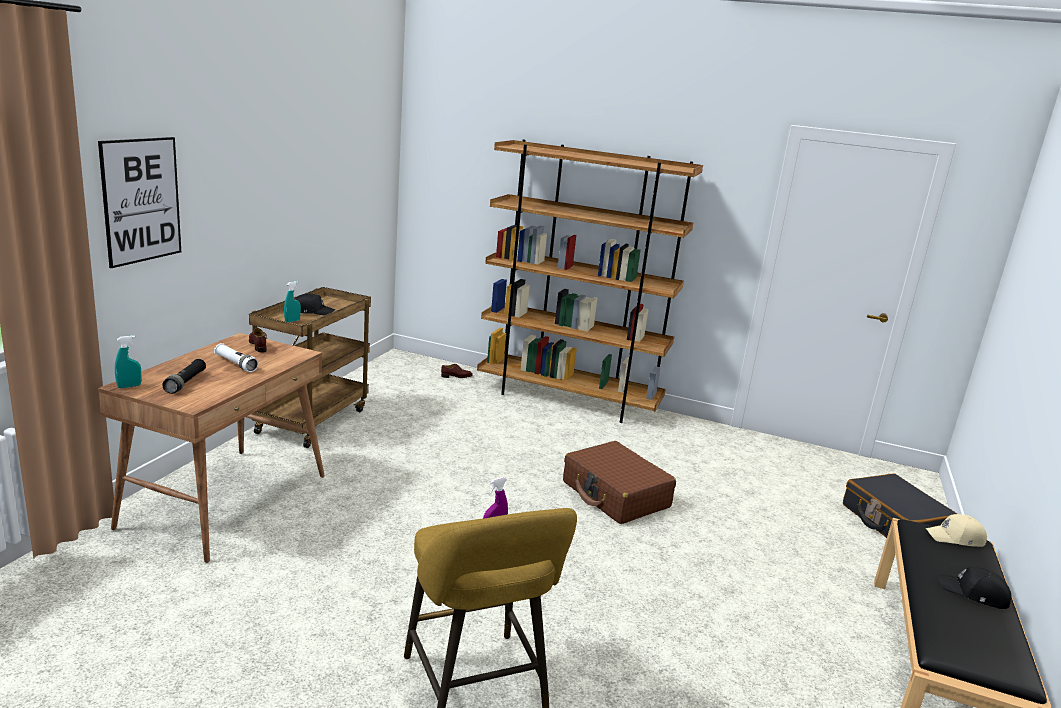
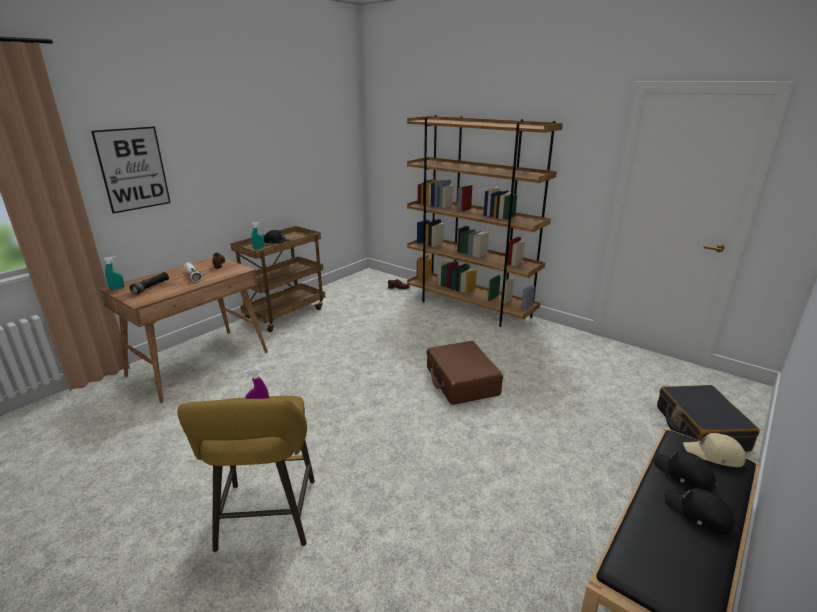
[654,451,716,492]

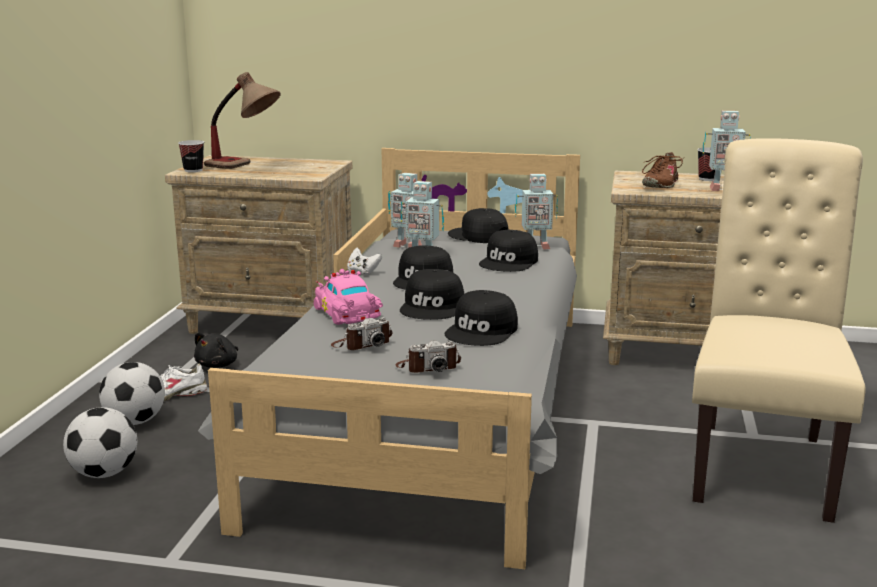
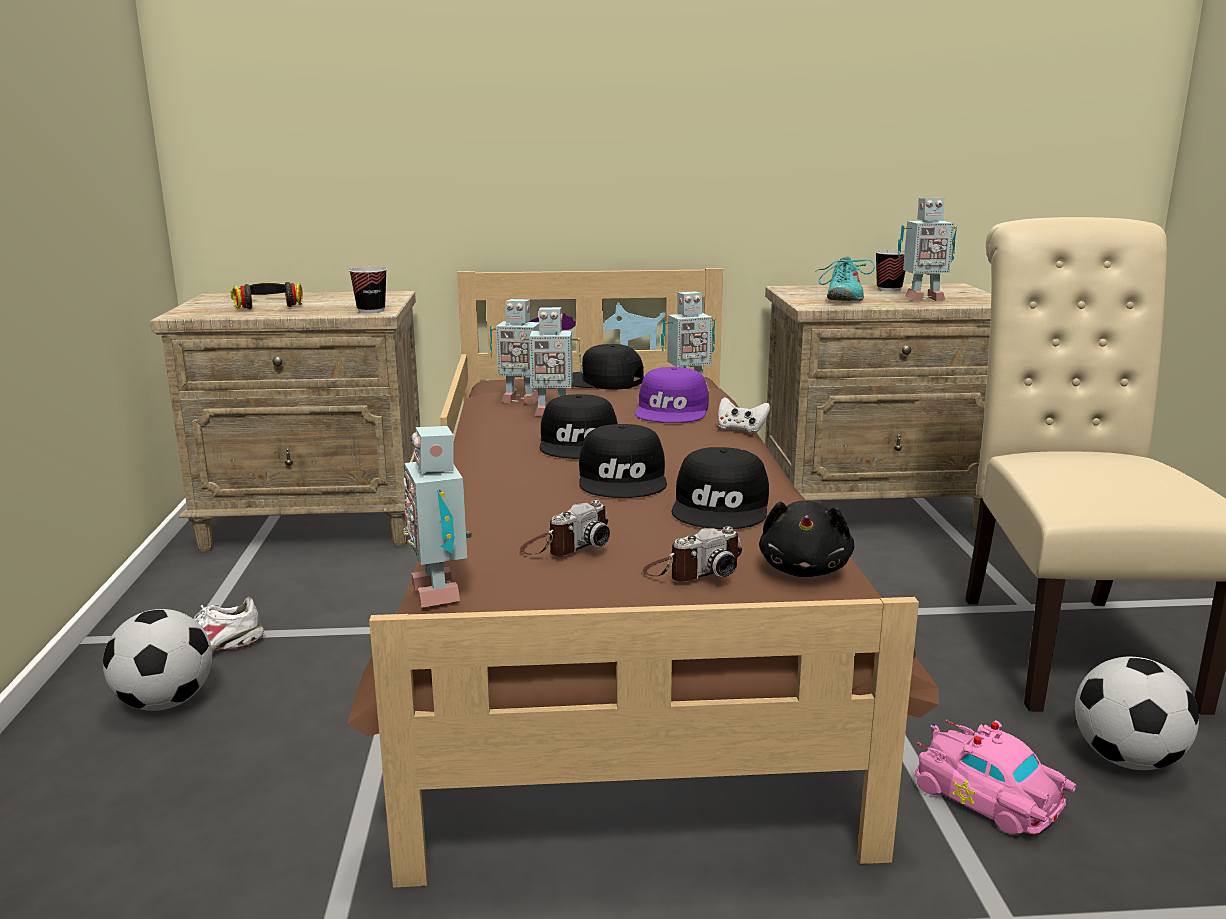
[1075,657,1199,770]
[349,267,387,313]
[759,500,854,577]
[347,268,939,888]
[230,282,303,309]
[915,720,1076,835]
[718,397,770,433]
[634,367,709,423]
[815,257,875,301]
[403,426,472,608]

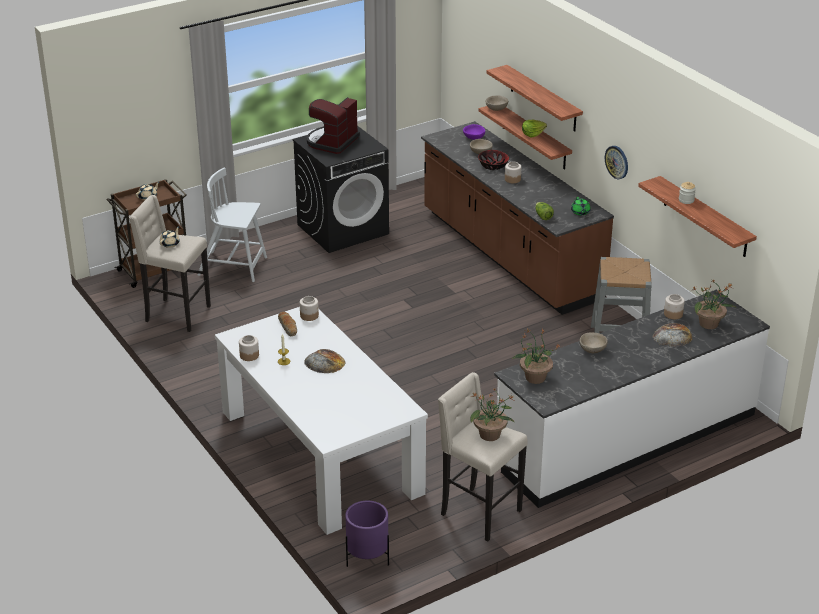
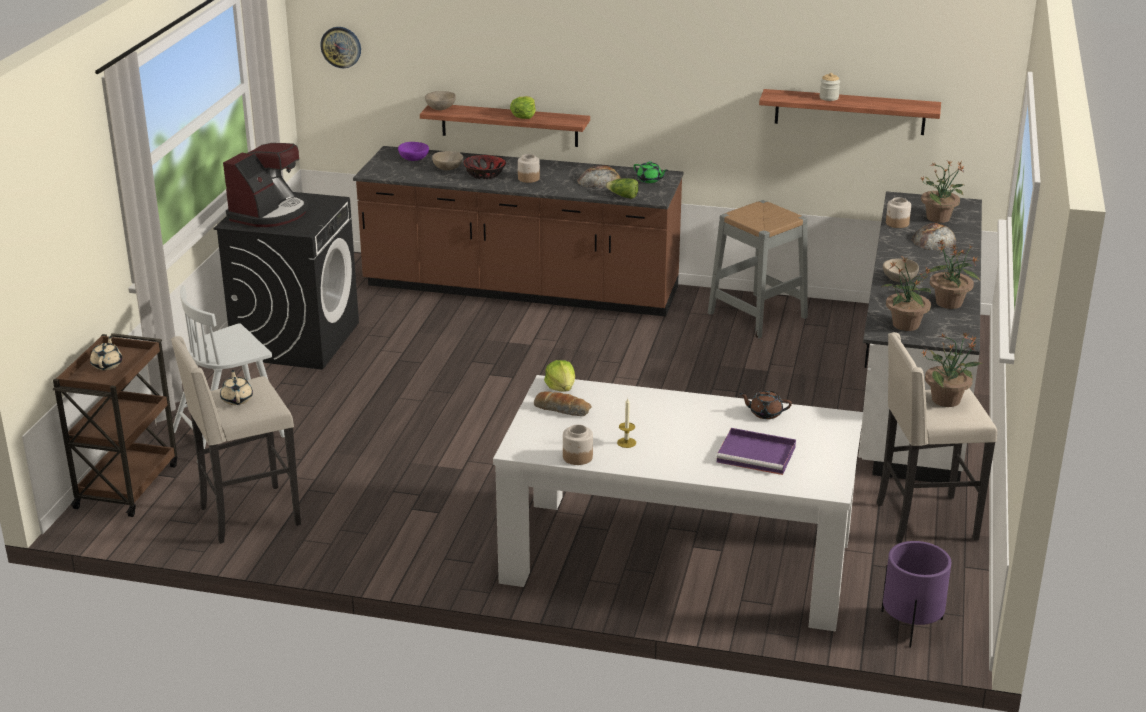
[544,360,575,392]
[577,165,621,188]
[223,143,308,227]
[487,65,583,131] (first image)
[320,27,361,68]
[716,428,796,475]
[739,390,792,419]
[927,239,980,309]

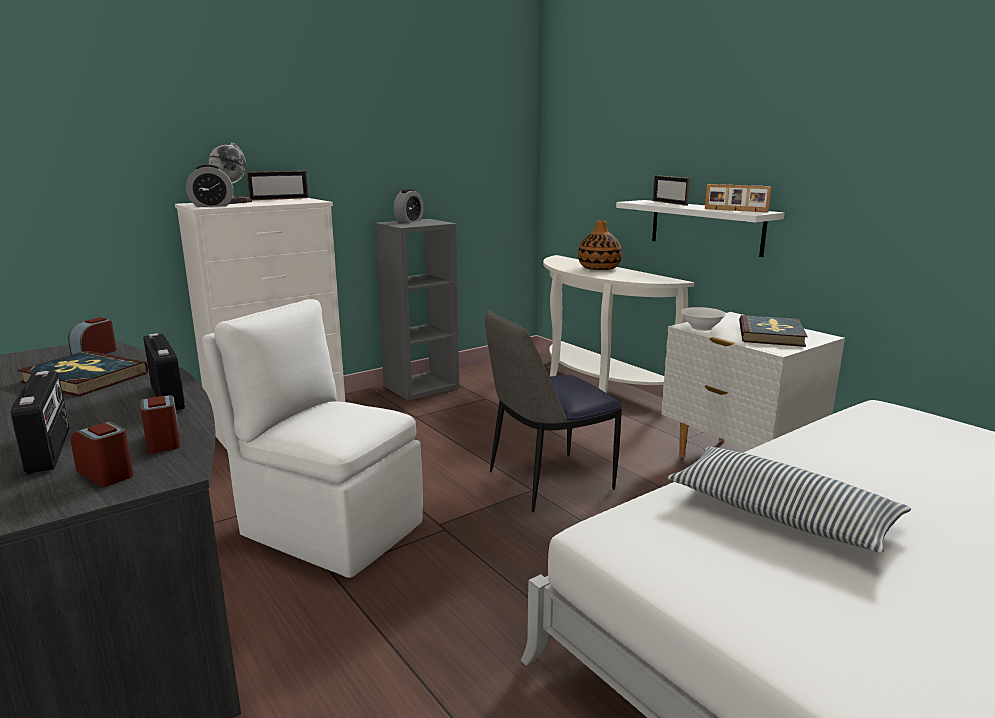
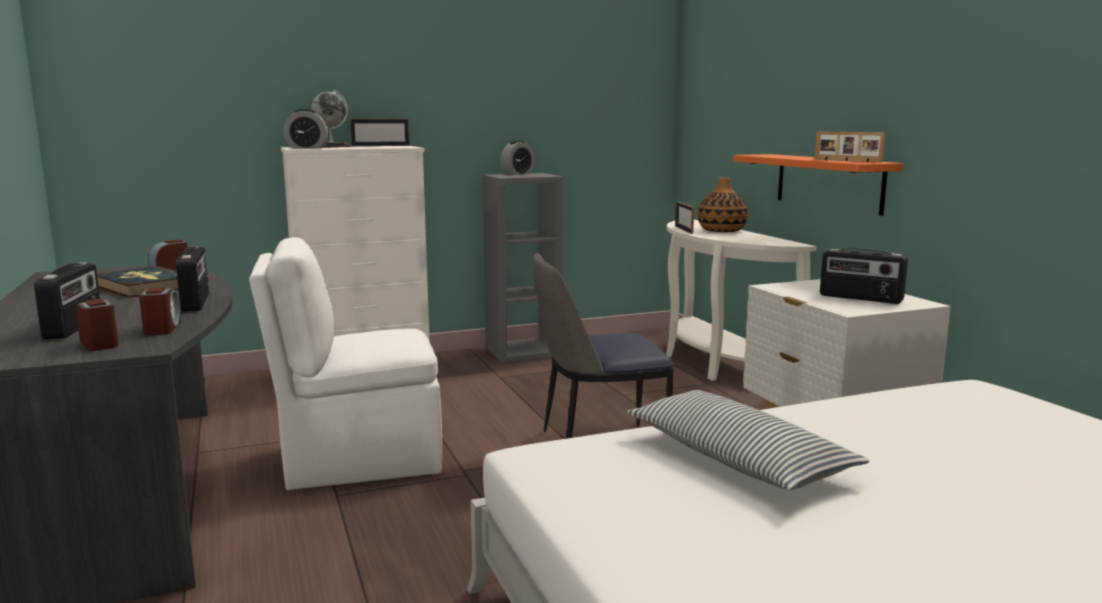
[249,237,442,490]
[733,154,903,216]
[675,201,694,234]
[681,307,726,331] (first image)
[820,248,908,304]

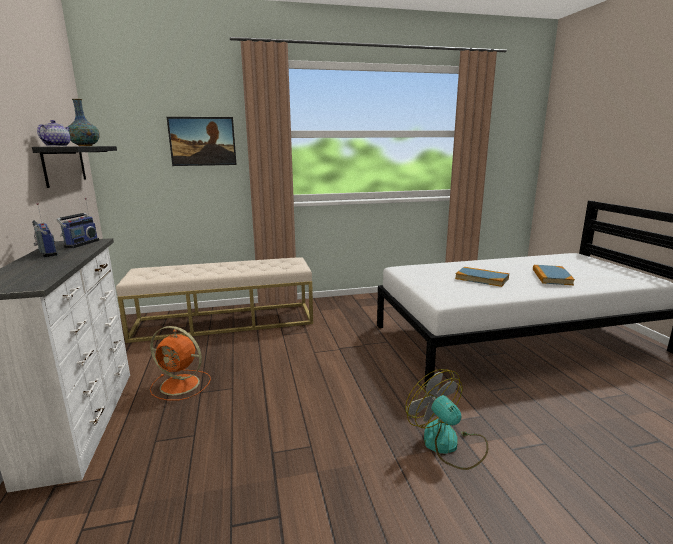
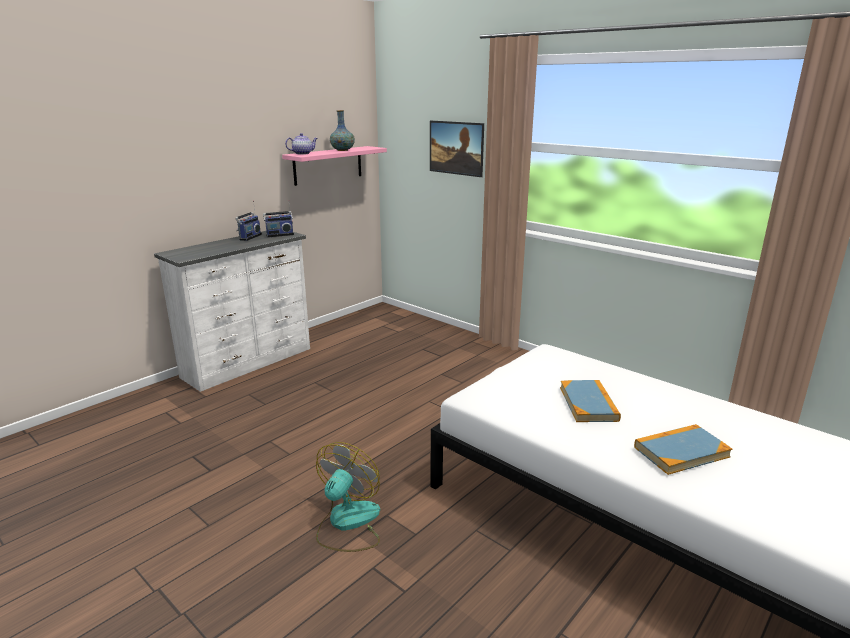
[282,146,387,186]
[116,257,313,343] (first image)
[150,326,211,401] (first image)

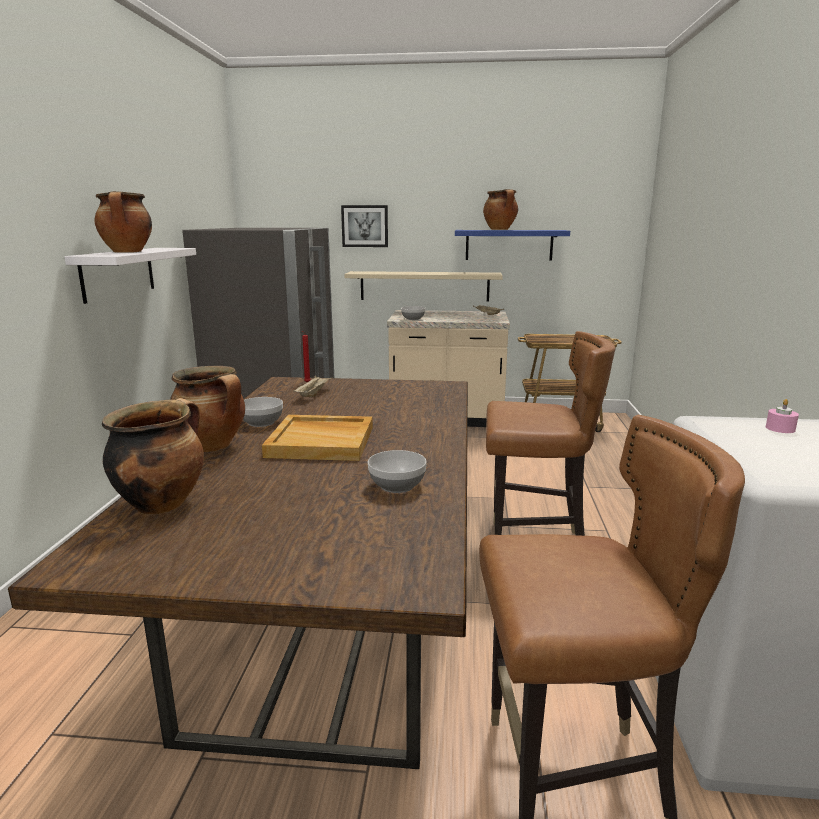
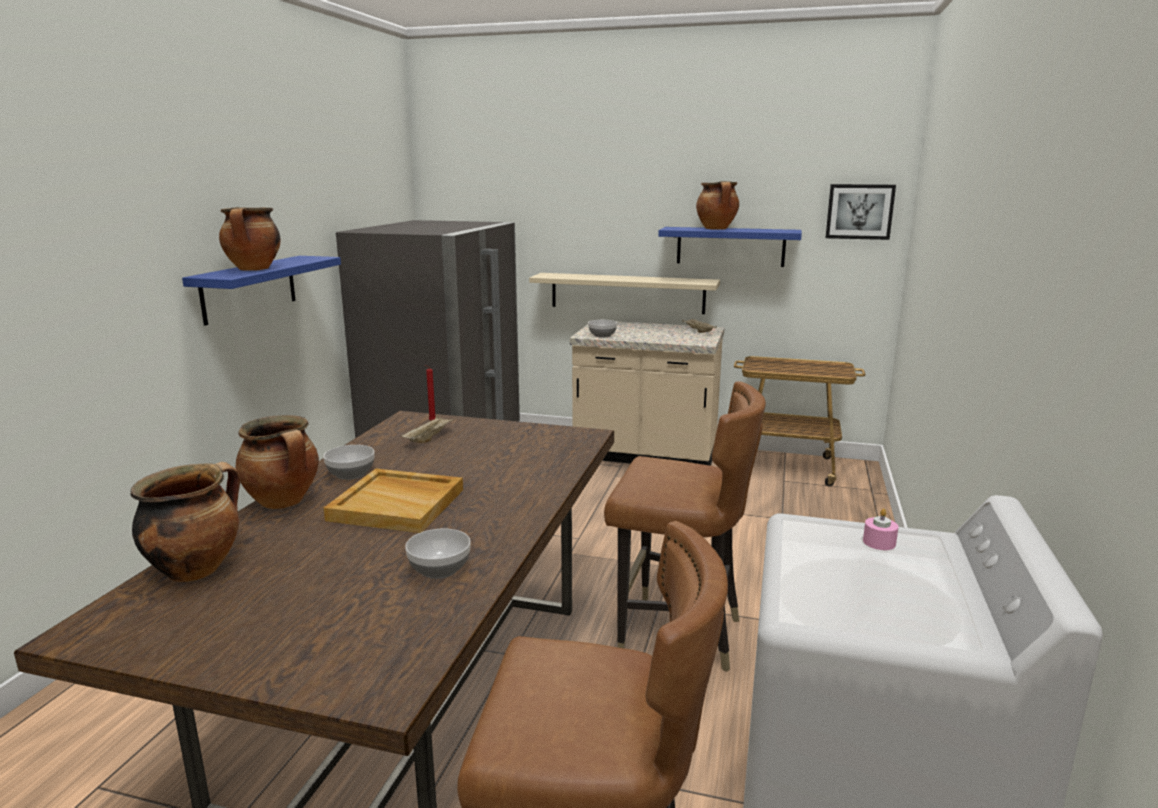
[182,256,341,326]
[826,184,896,240]

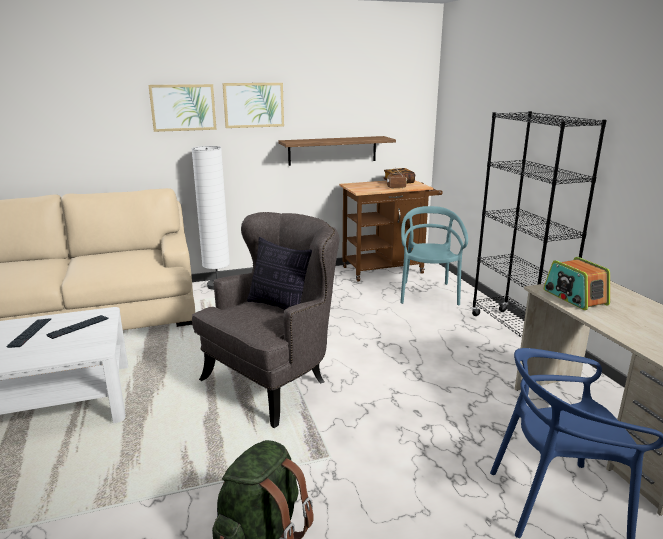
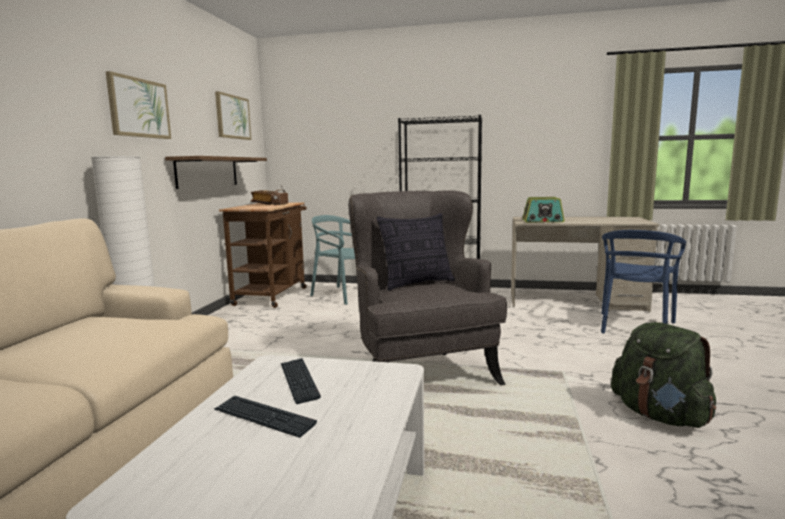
[215,91,251,140]

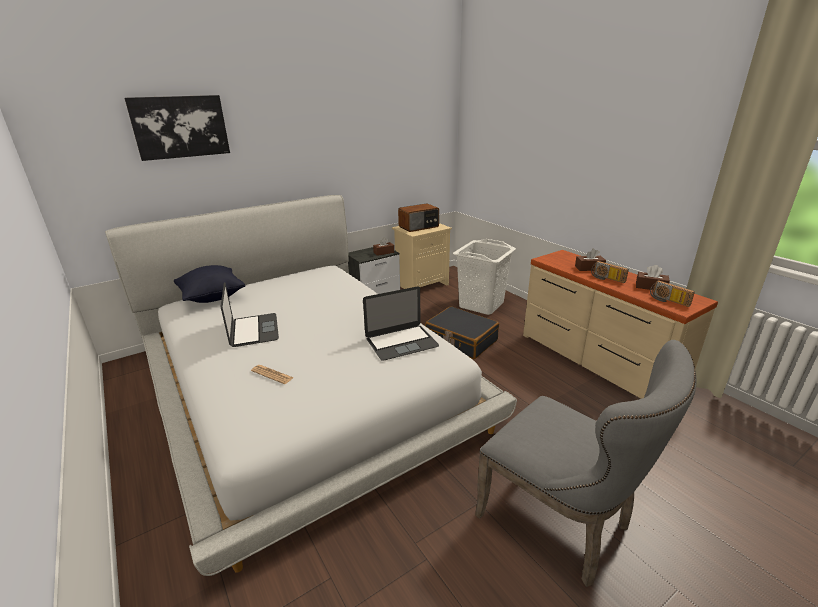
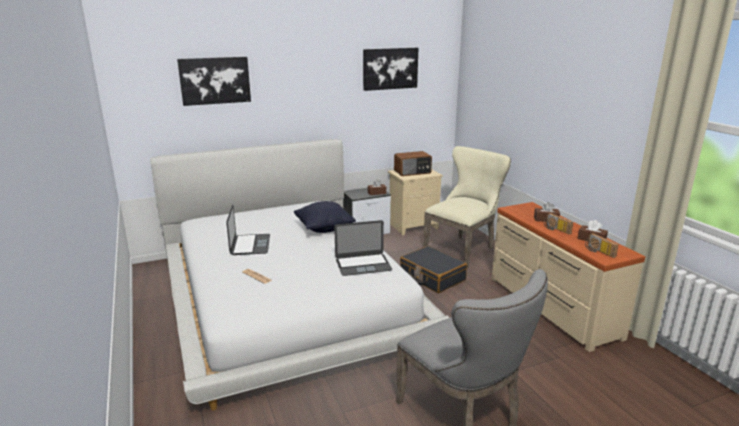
[294,201,356,233]
[423,146,511,268]
[363,48,418,91]

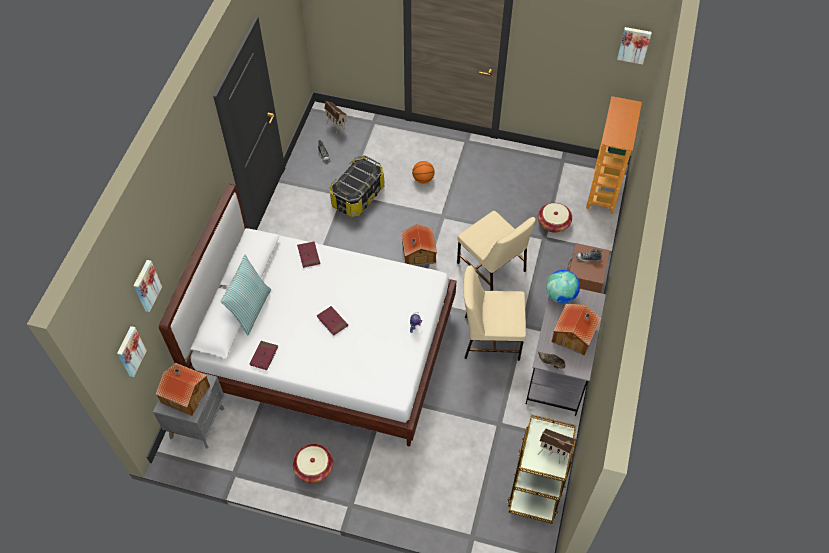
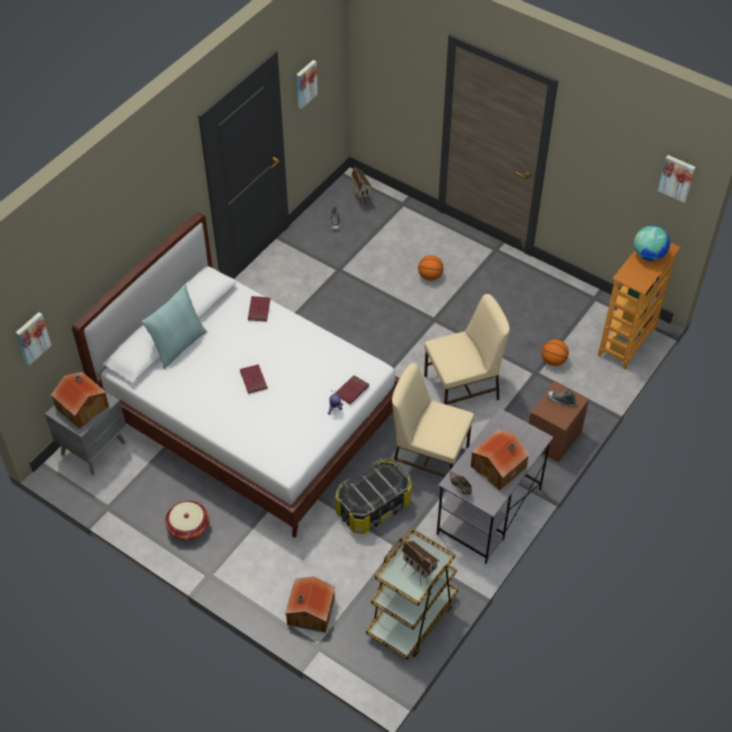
[296,60,318,109]
[335,375,369,405]
[335,459,412,534]
[285,576,335,633]
[424,294,510,405]
[542,339,569,366]
[634,225,670,261]

